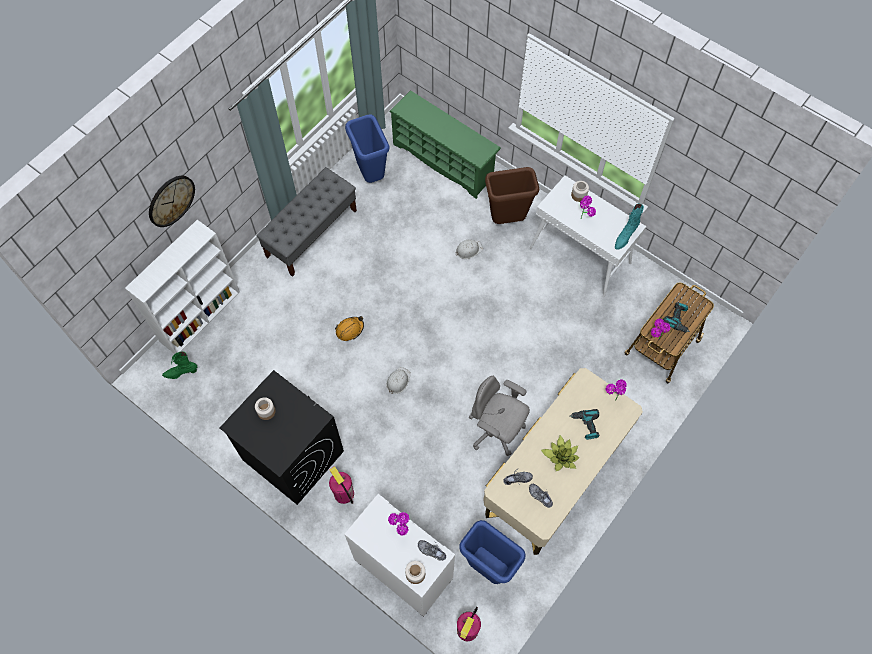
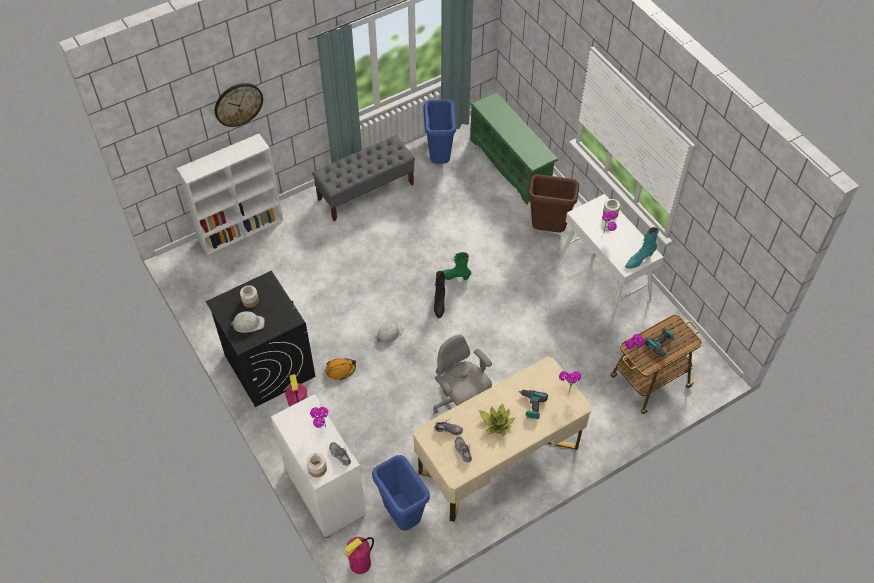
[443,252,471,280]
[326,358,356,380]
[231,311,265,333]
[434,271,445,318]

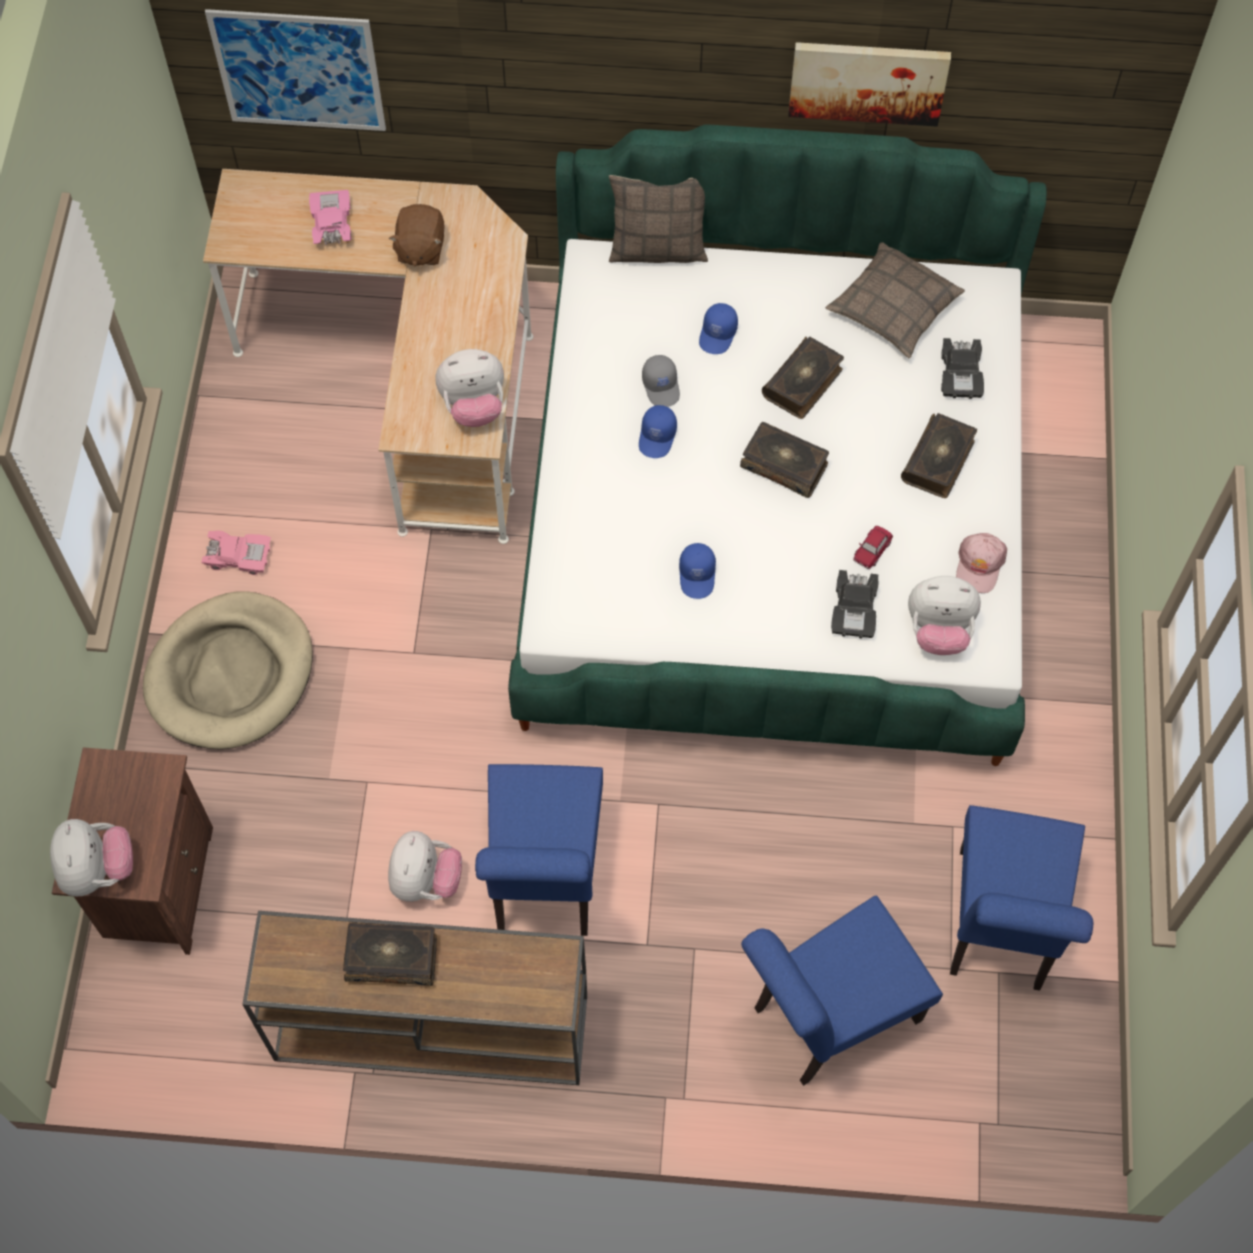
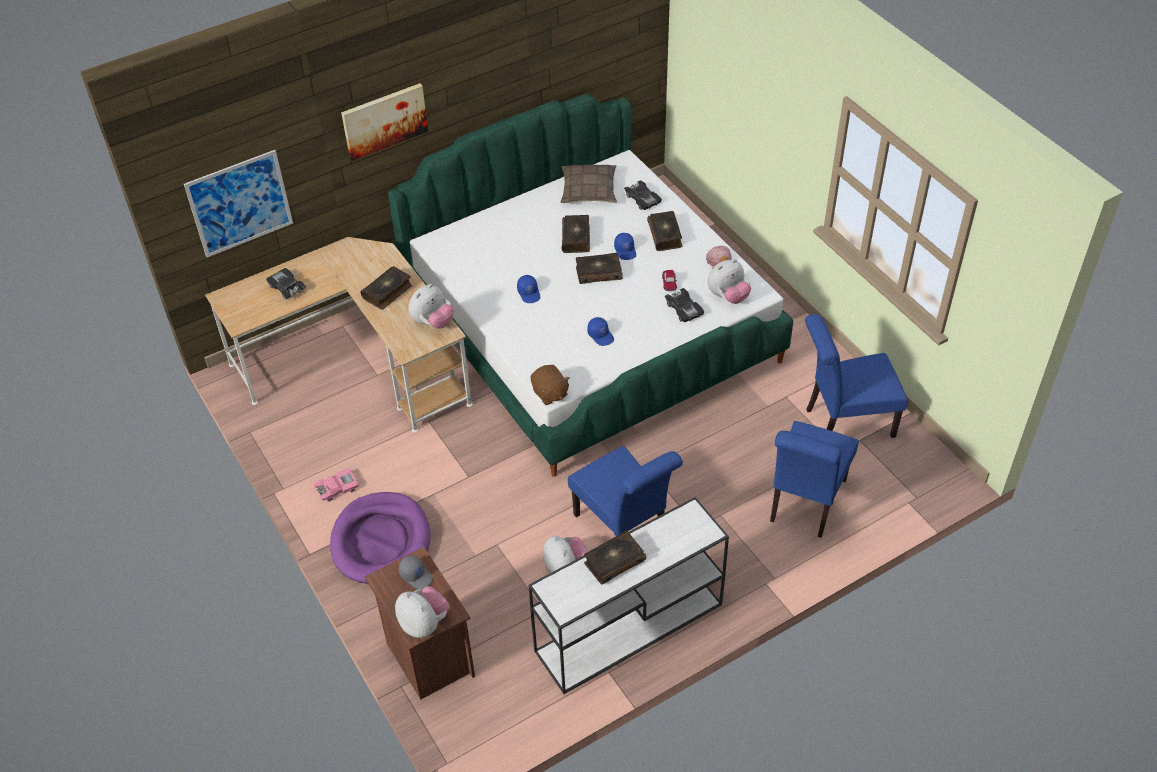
[330,492,431,584]
[528,497,729,694]
[266,268,306,300]
[531,365,570,405]
[609,175,708,263] (first image)
[399,555,433,589]
[614,233,636,260]
[341,83,428,161]
[805,314,908,438]
[361,266,412,310]

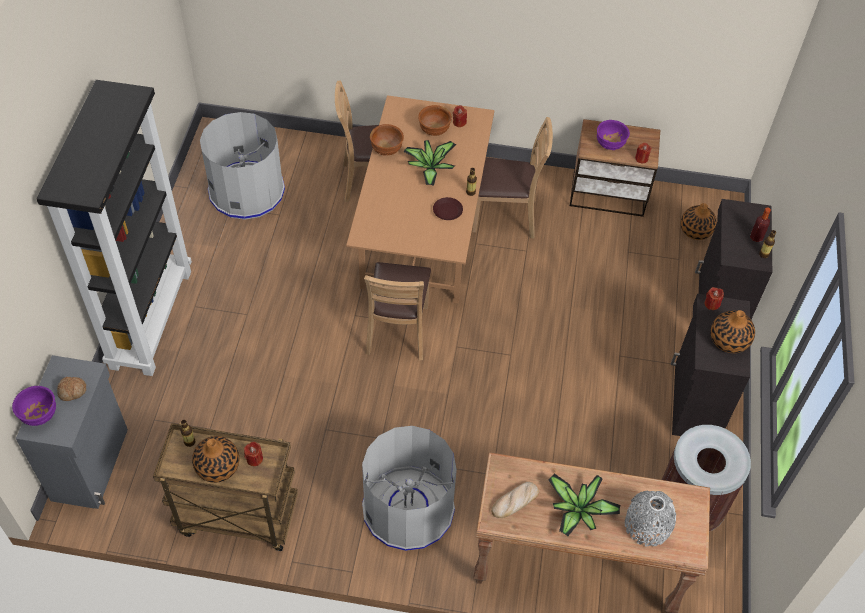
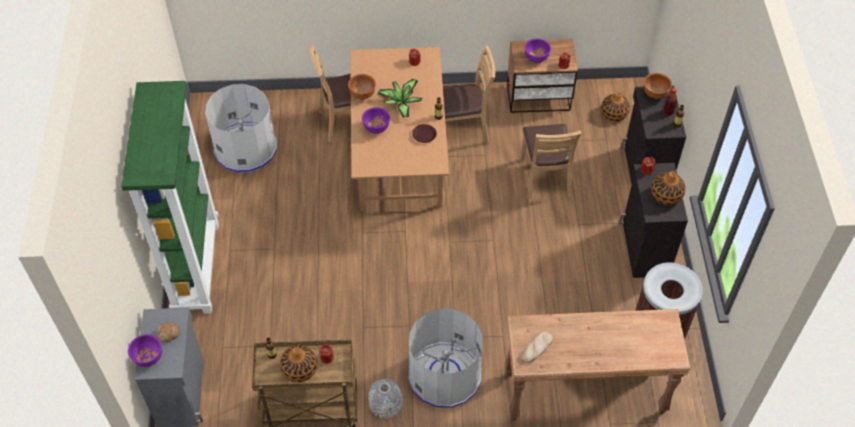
[121,81,219,314]
[521,124,582,200]
[644,73,672,99]
[549,473,620,537] (first image)
[369,378,402,419]
[362,107,390,134]

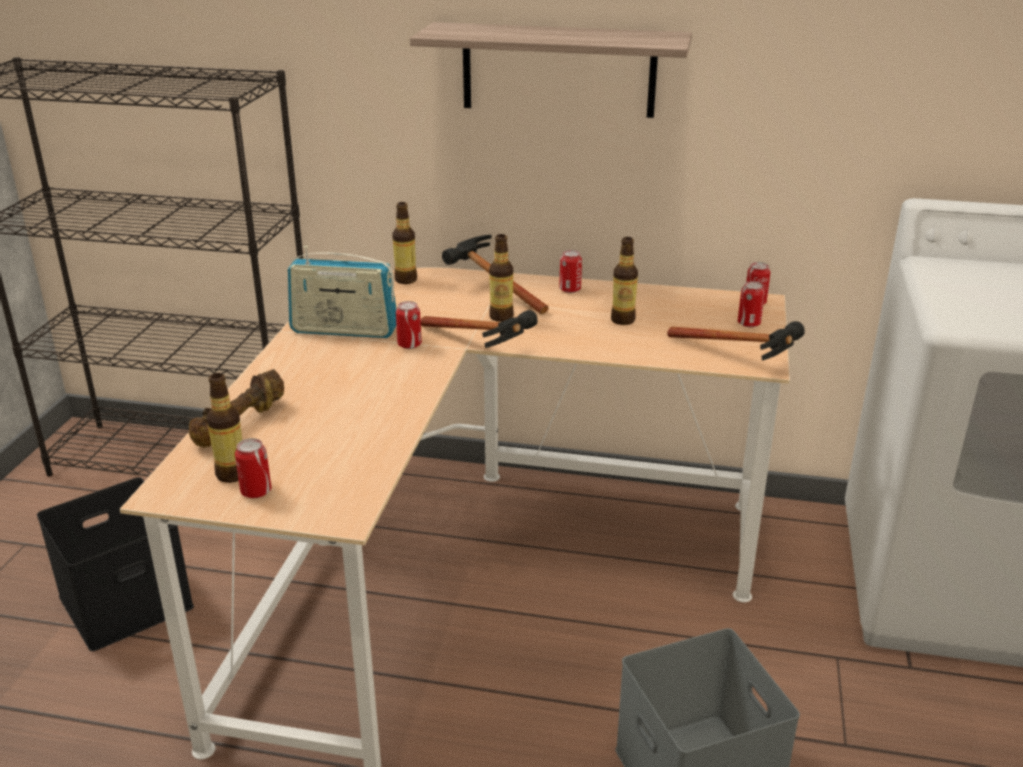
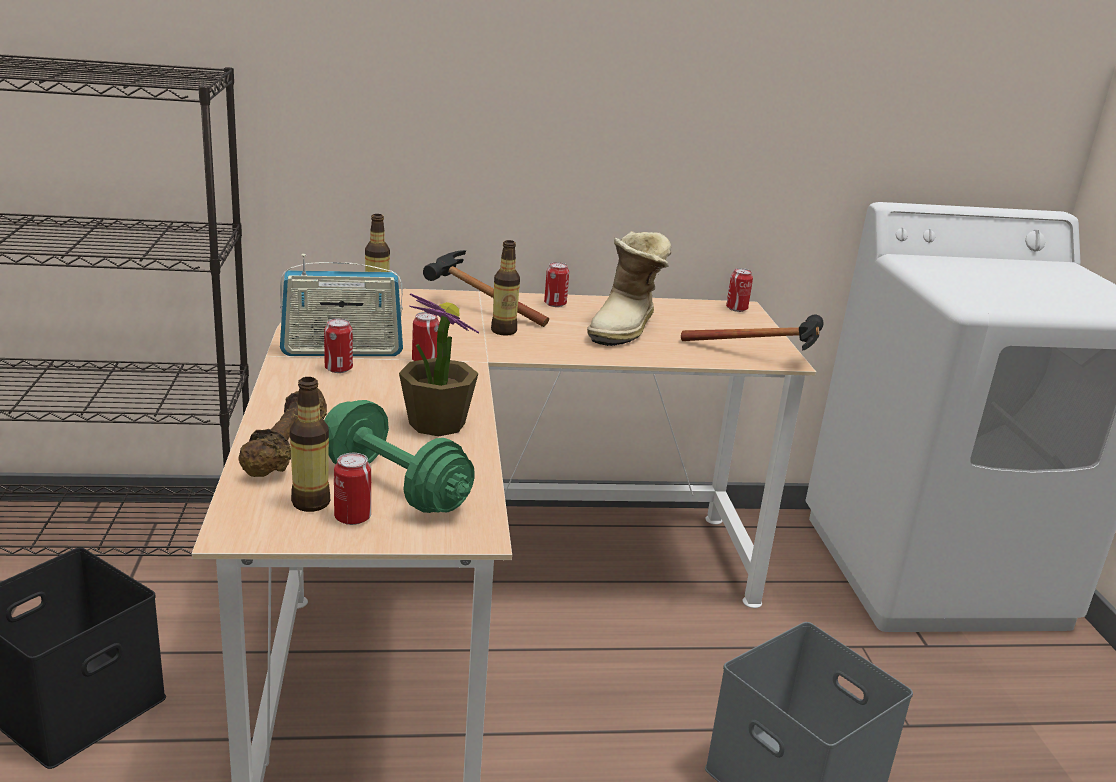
[410,22,692,118] (first image)
[421,310,538,348] (first image)
[587,231,672,346]
[324,318,353,373]
[324,400,475,513]
[399,293,479,436]

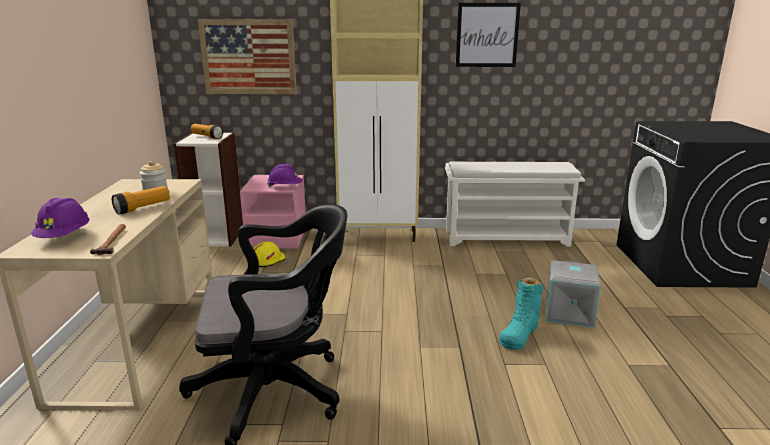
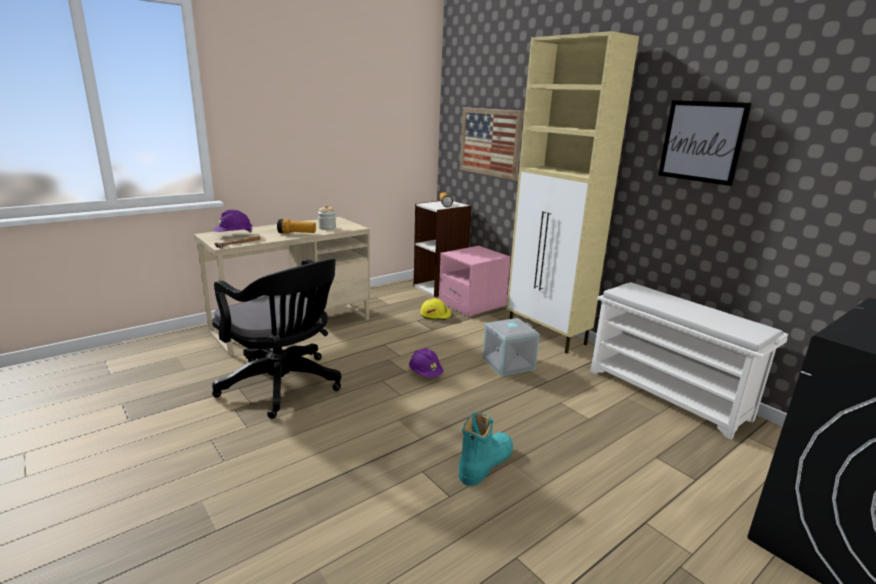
[409,348,444,378]
[458,412,513,486]
[483,318,540,376]

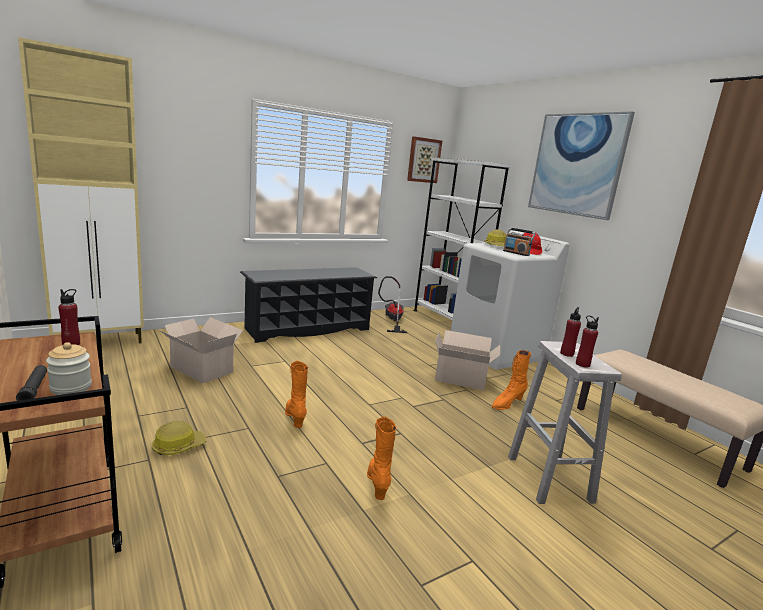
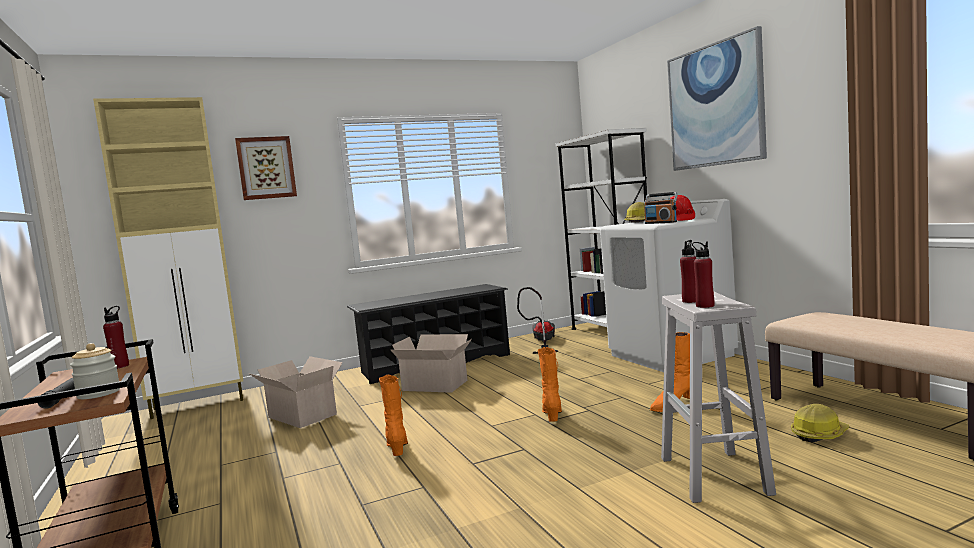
[791,404,850,442]
[538,347,562,421]
[235,136,297,200]
[391,334,472,393]

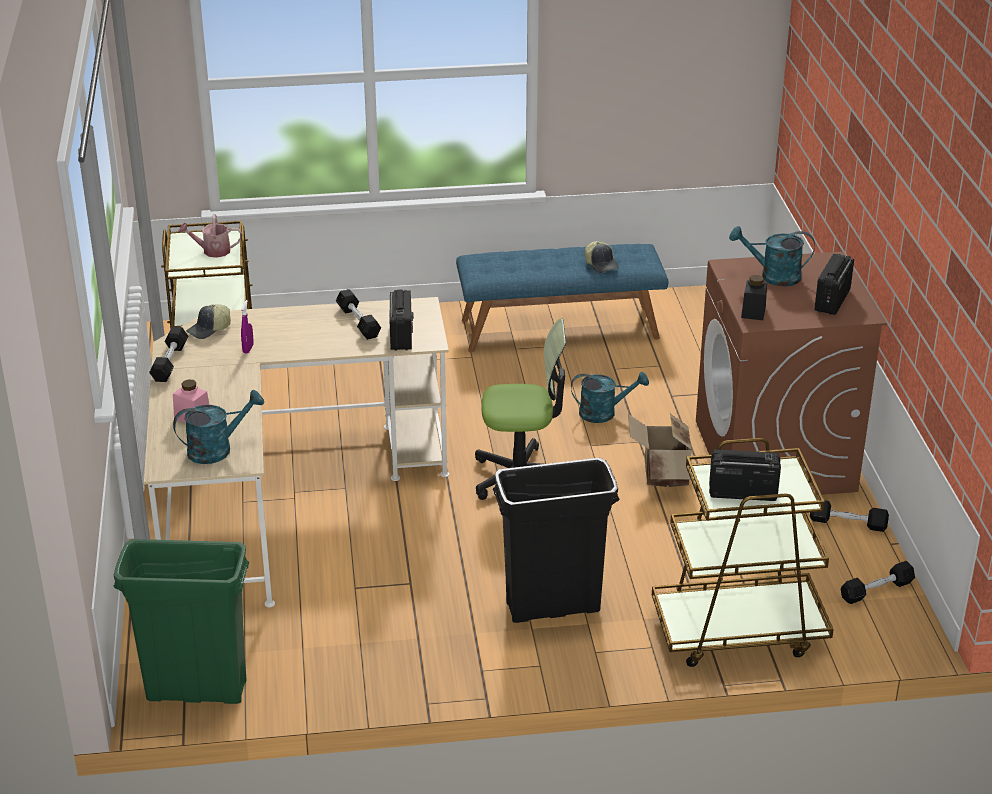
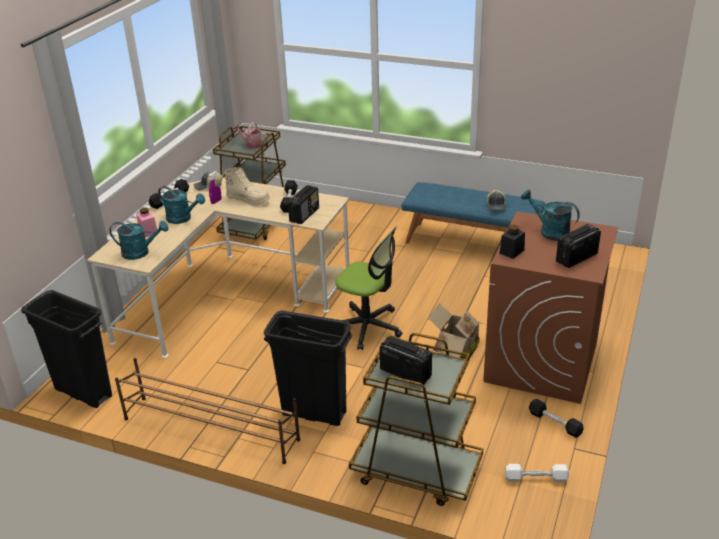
[21,290,112,408]
[158,186,205,224]
[505,464,569,482]
[115,358,300,464]
[225,167,270,206]

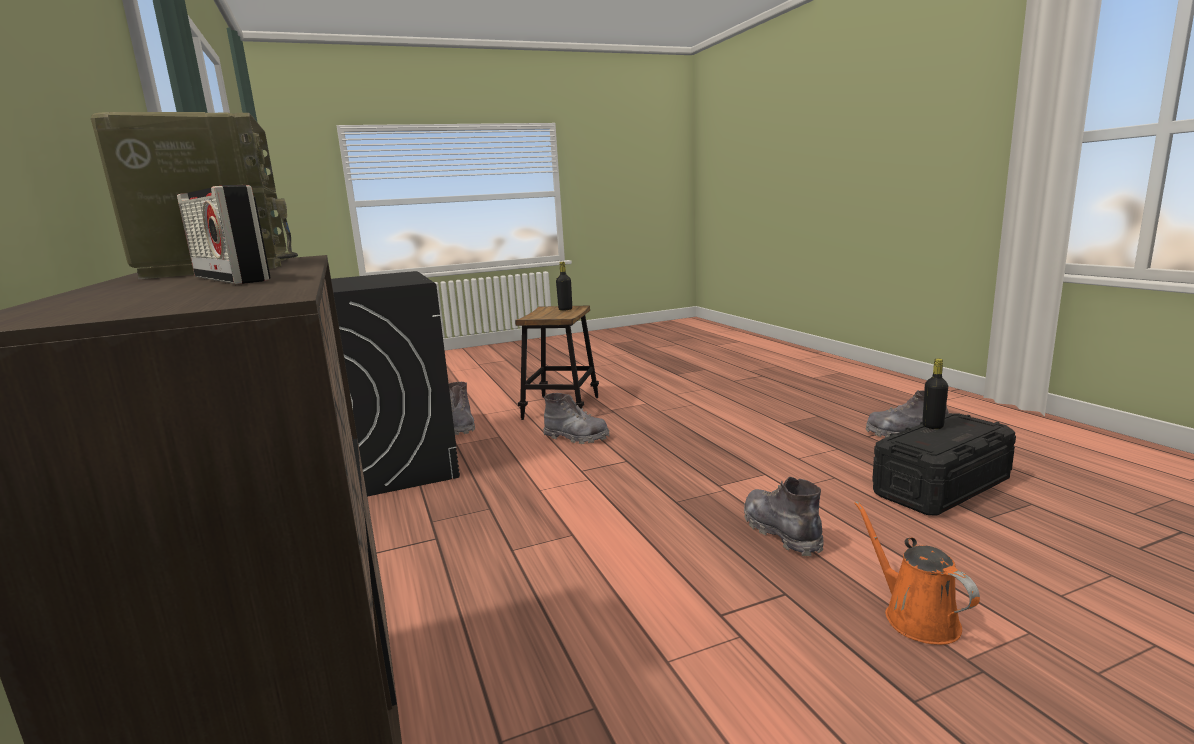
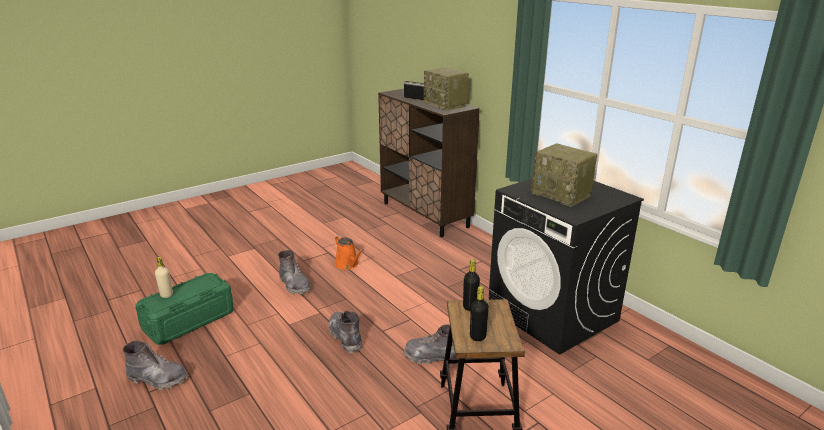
[329,310,362,353]
[335,235,364,270]
[135,273,233,345]
[463,259,480,311]
[155,257,173,298]
[531,143,597,207]

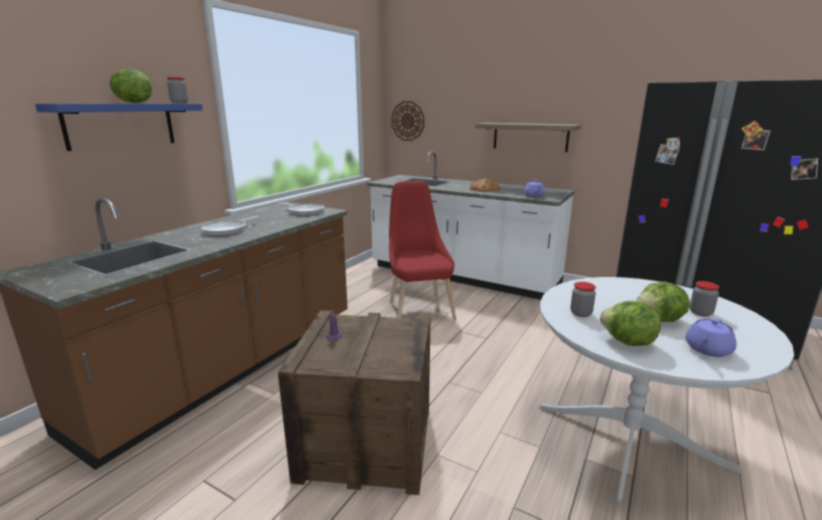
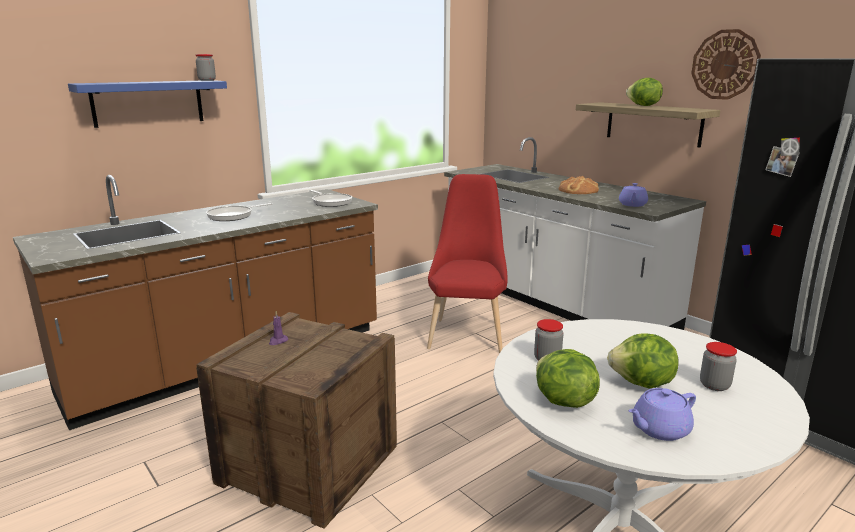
[626,78,663,106]
[691,29,761,100]

